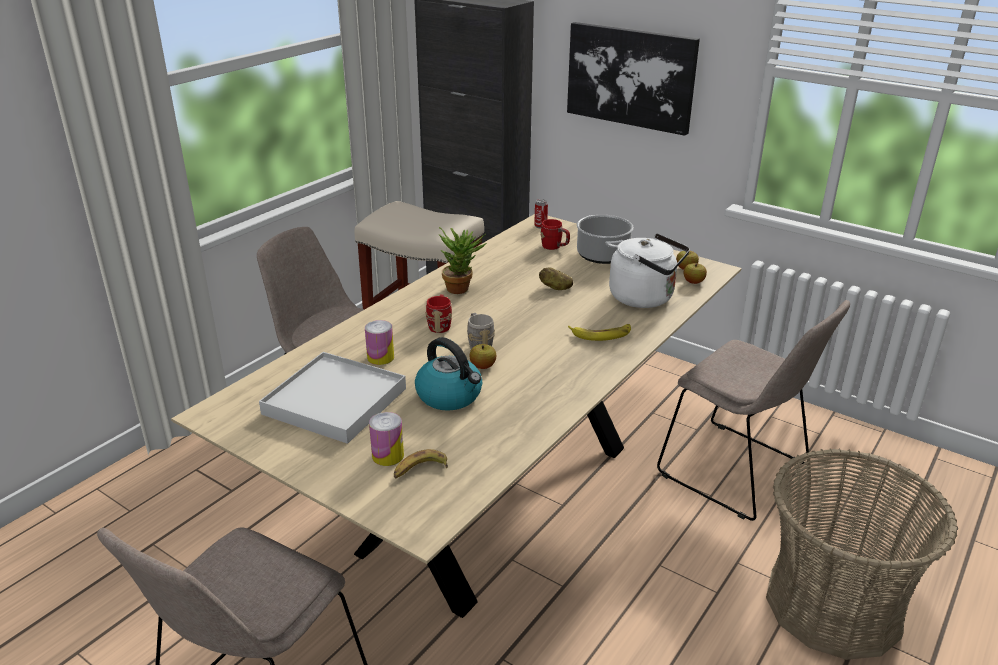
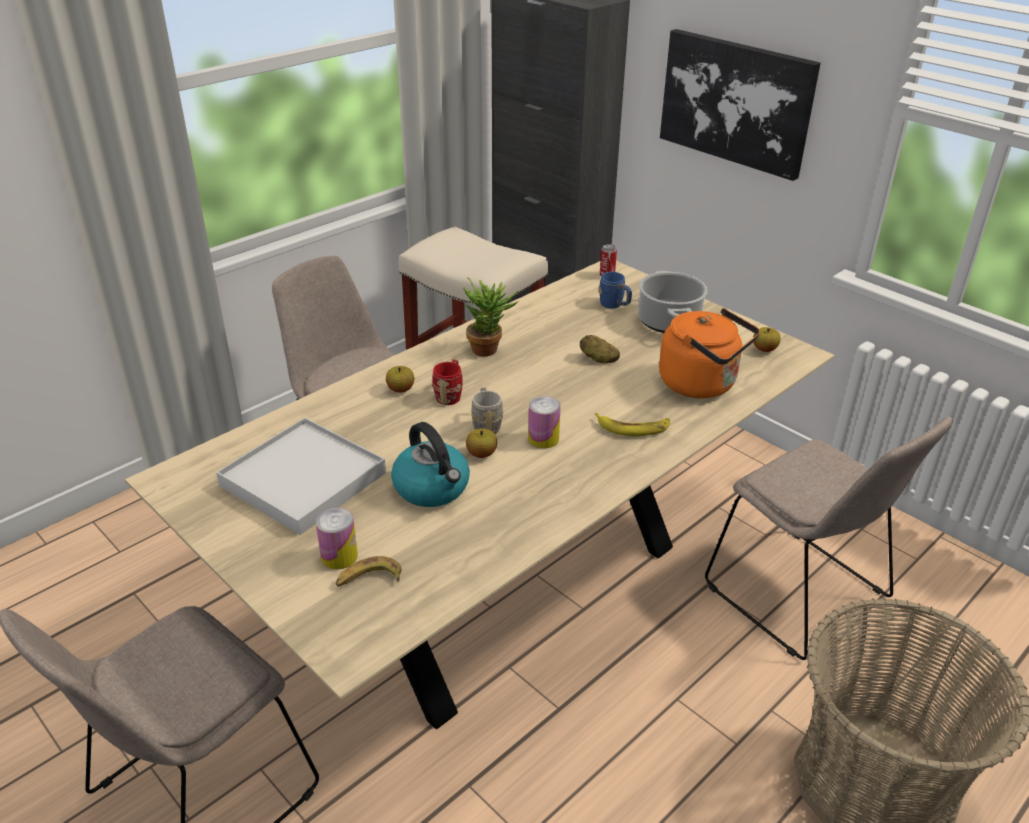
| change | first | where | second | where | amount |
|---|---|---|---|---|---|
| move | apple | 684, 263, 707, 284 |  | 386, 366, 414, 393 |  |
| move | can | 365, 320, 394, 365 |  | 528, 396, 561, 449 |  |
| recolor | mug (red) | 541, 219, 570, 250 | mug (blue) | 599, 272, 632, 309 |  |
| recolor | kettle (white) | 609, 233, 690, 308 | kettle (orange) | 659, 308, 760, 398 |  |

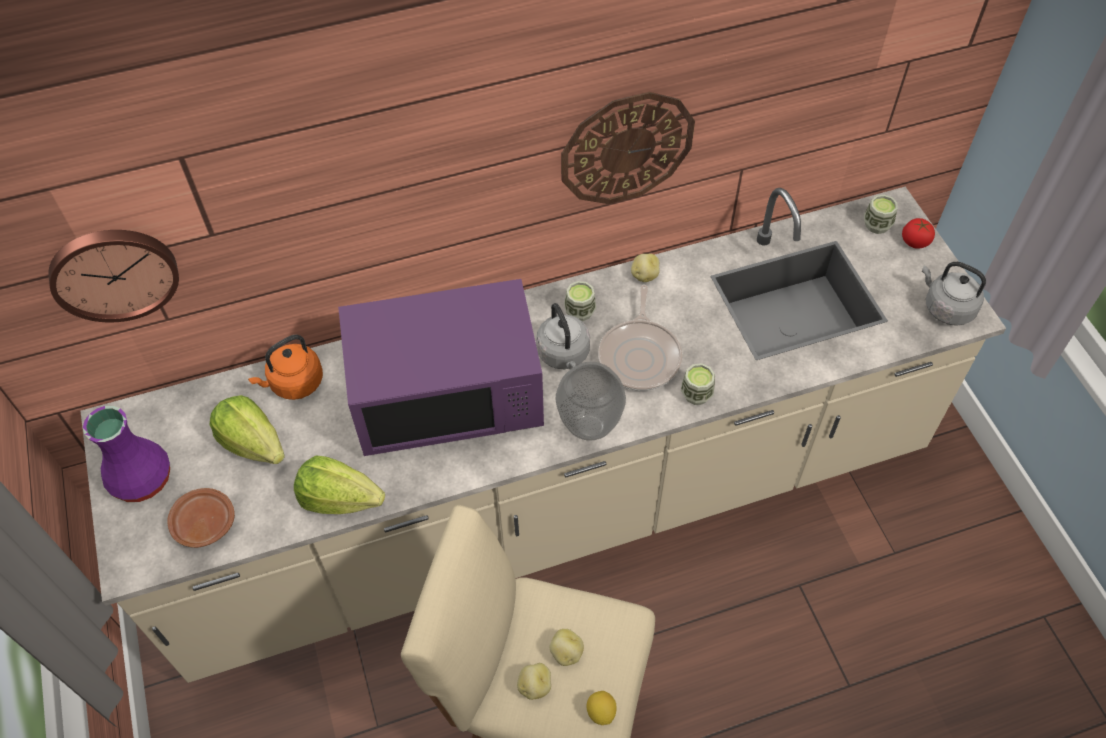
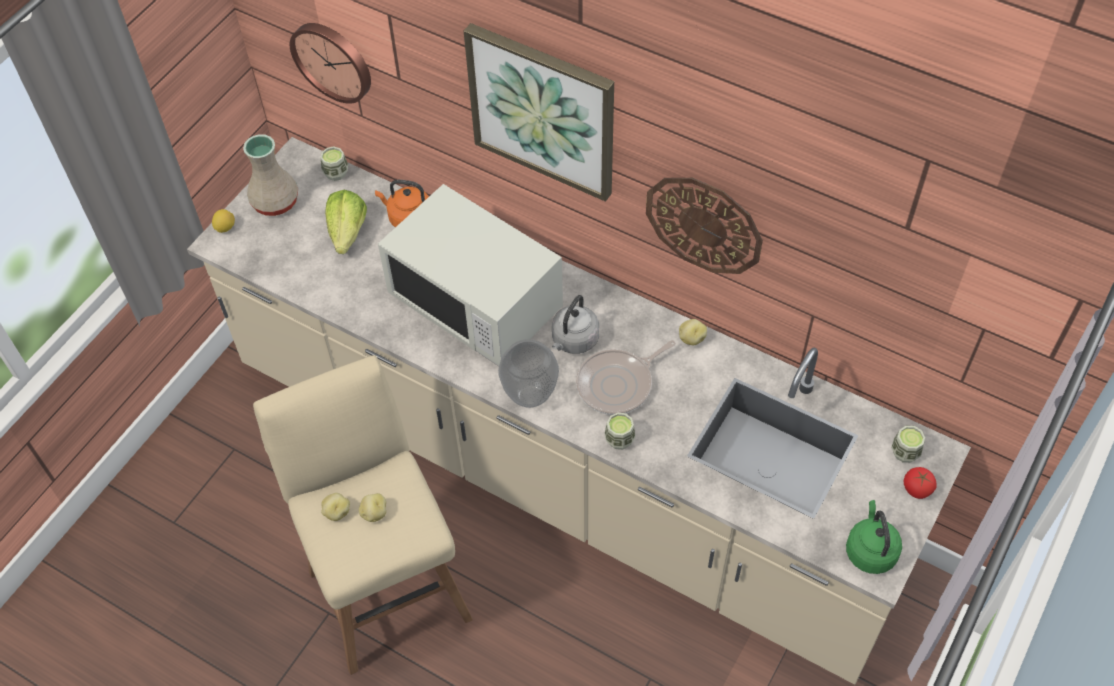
| change | first | where | second | where | amount |
|---|---|---|---|---|---|
| move | lemon | 586, 691, 616, 725 |  | 212, 209, 235, 233 |  |
| recolor | vase (purple) | 83, 406, 170, 502 | vase (beige) | 243, 134, 298, 216 |  |
| move | cup | 564, 281, 596, 322 |  | 320, 147, 348, 181 |  |
| recolor | microwave (purple) | 338, 279, 544, 456 | microwave (white) | 378, 184, 563, 366 |  |
| insert |  |  | picture | 464, 23, 614, 202 |  |
| recolor | kettle (grey) | 922, 262, 986, 326 | kettle (green) | 846, 500, 902, 574 |  |
| delete | plate (brown) | 167, 488, 235, 548 |  |  |  |
| delete | lettuce | 294, 455, 385, 514 |  |  |  |

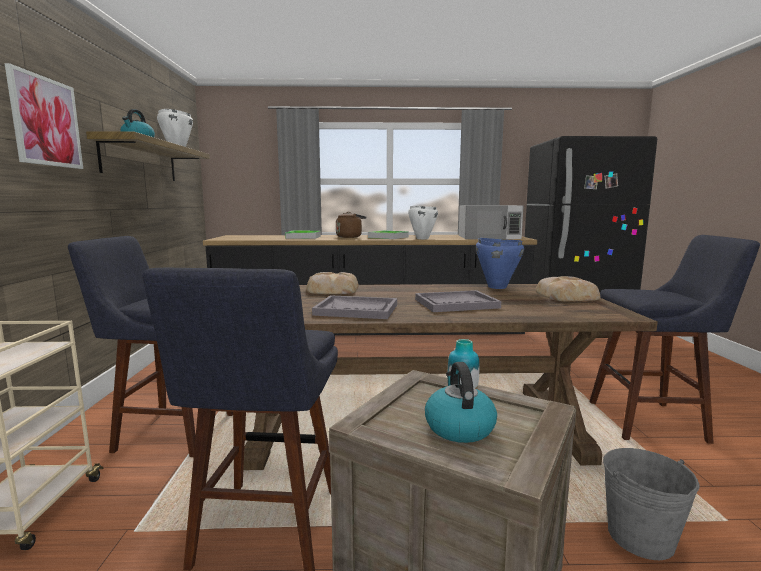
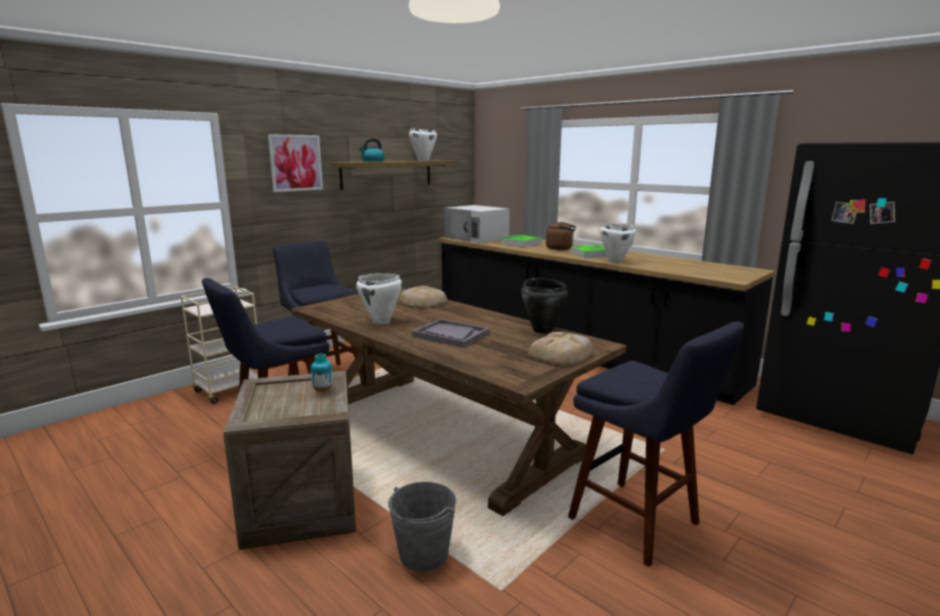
| change | first | where | second | where | amount |
|---|---|---|---|---|---|
| replace | tray (grey) | 312, 295, 397, 319 | cooking pot (white) | 356, 273, 402, 324 |  |
| move | microwave (white) | 459, 205, 524, 239 |  | 444, 205, 510, 243 |  |
| recolor | cooking pot (blue) | 476, 238, 524, 289 | cooking pot (black) | 521, 278, 568, 334 |  |
| delete | kettle | 425, 362, 497, 443 |  |  |  |

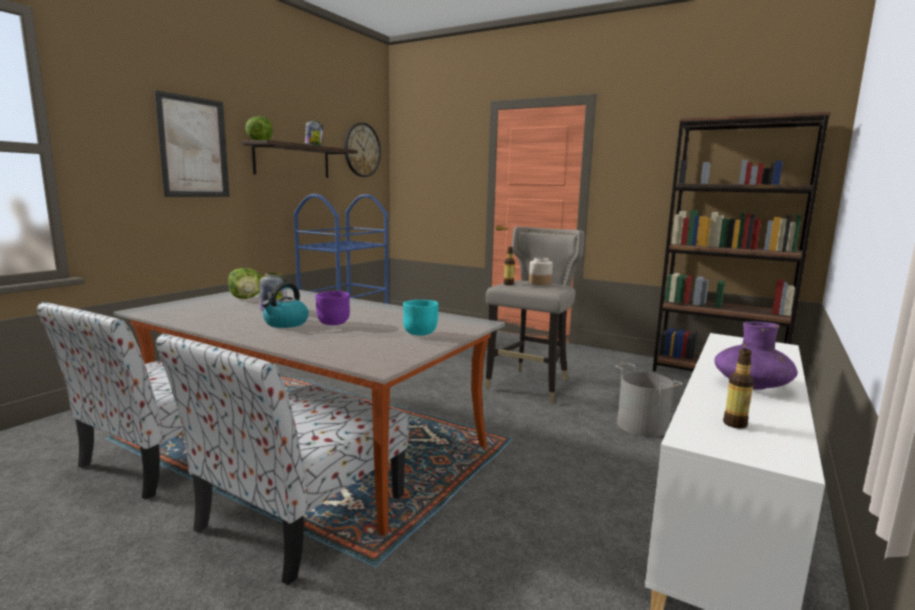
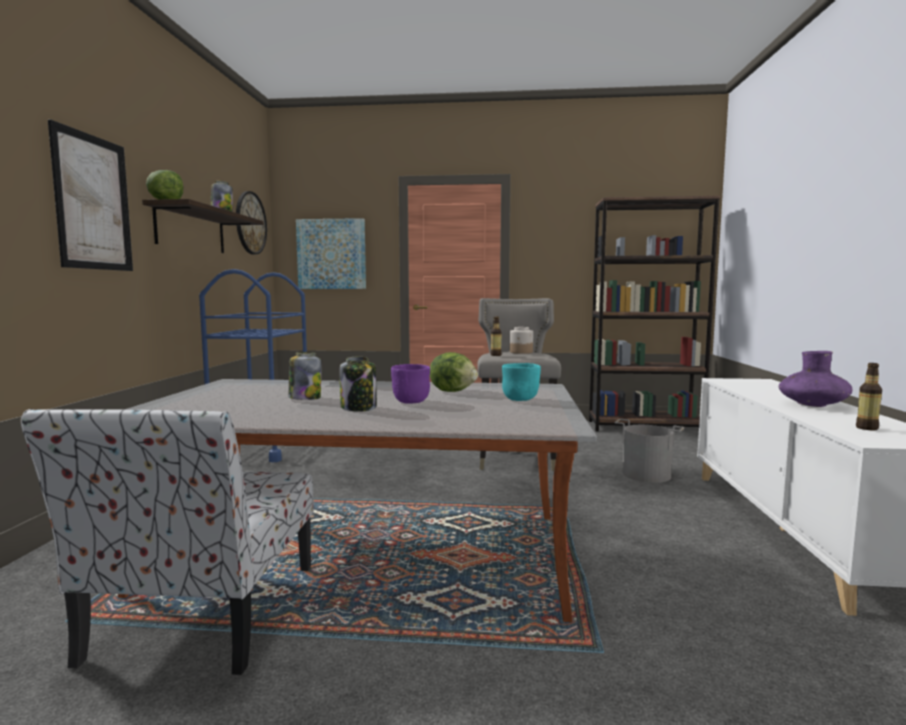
| change | first | where | second | where | amount |
|---|---|---|---|---|---|
| insert |  |  | picture | 296, 218, 366, 289 |  |
| replace | kettle | 262, 283, 309, 328 | jar | 340, 357, 377, 412 |  |
| move | lettuce | 228, 268, 262, 299 |  | 430, 352, 478, 392 |  |
| delete | chair | 156, 333, 409, 585 |  |  |  |

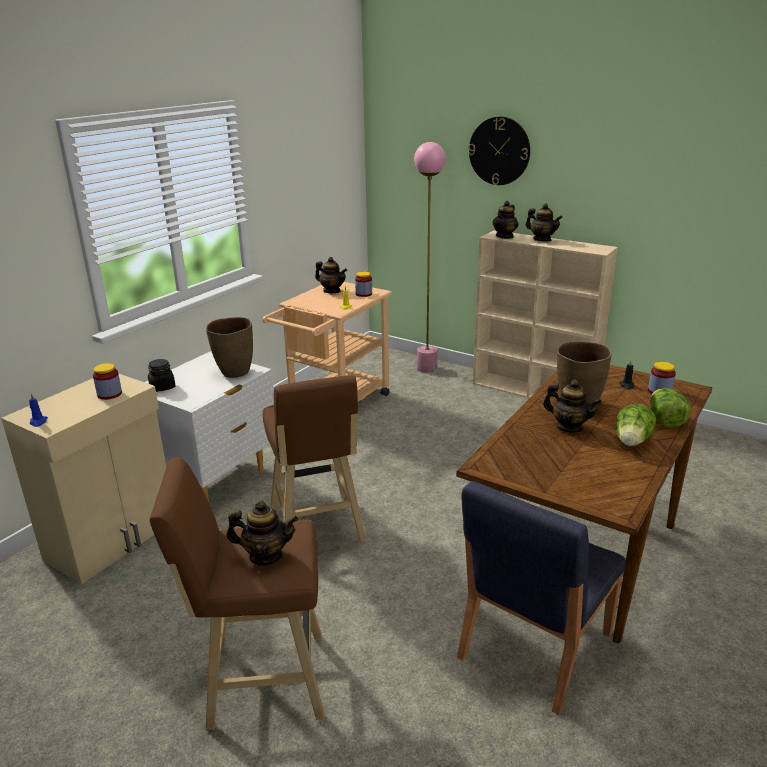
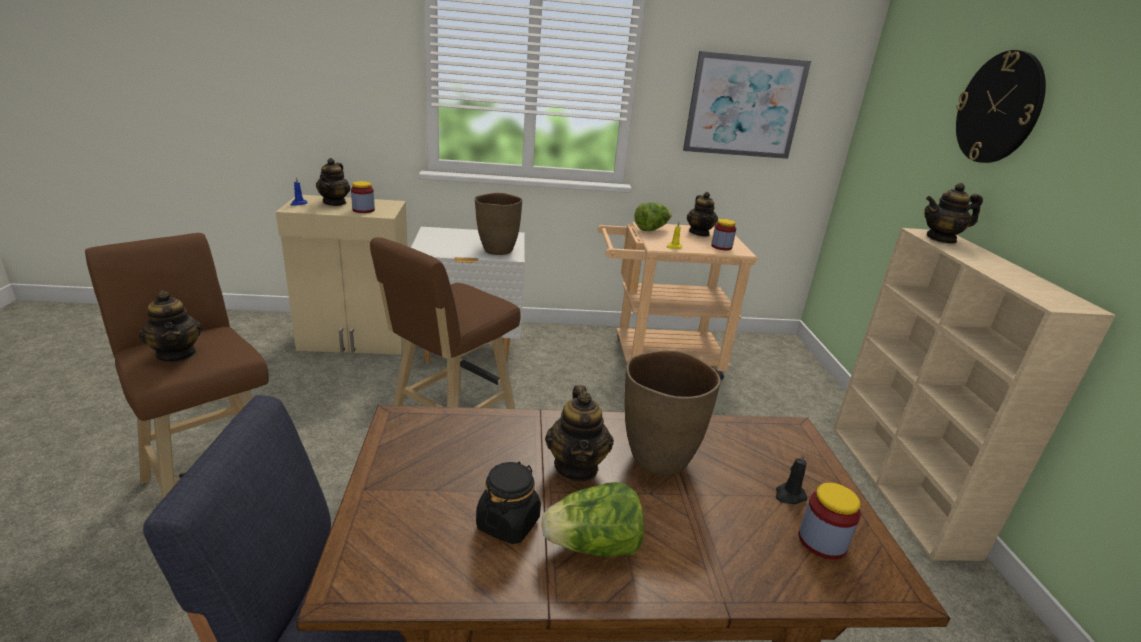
| change | first | where | second | where | amount |
|---|---|---|---|---|---|
| move | teapot | 526, 204, 563, 242 |  | 316, 158, 350, 206 |  |
| move | jar (black) | 148, 359, 176, 392 |  | 476, 462, 541, 544 |  |
| move | lettuce | 650, 388, 691, 428 |  | 634, 202, 671, 231 |  |
| insert |  |  | picture | 683, 51, 811, 159 |  |
| delete | floor lamp (pink) | 414, 142, 446, 373 |  |  |  |

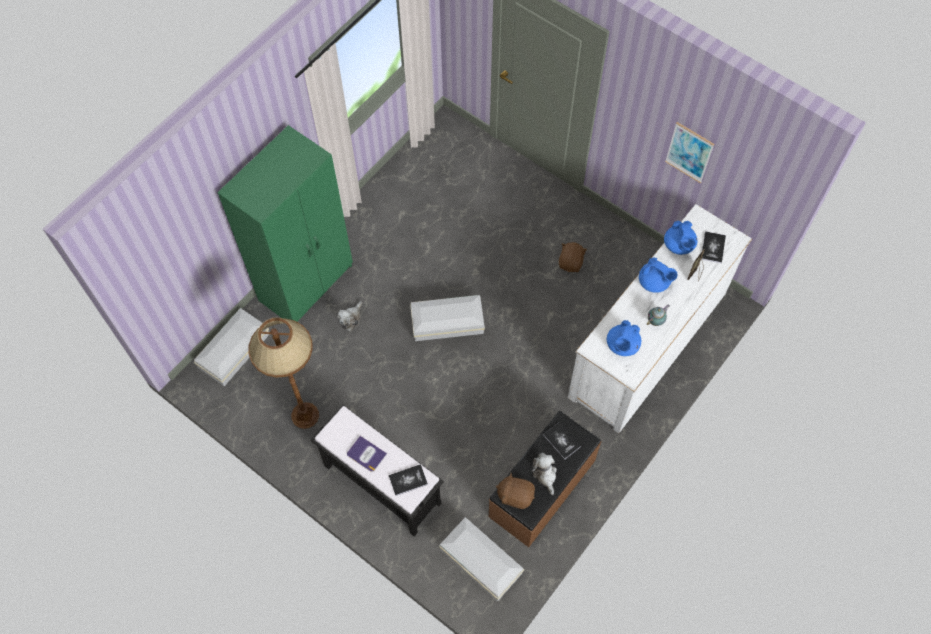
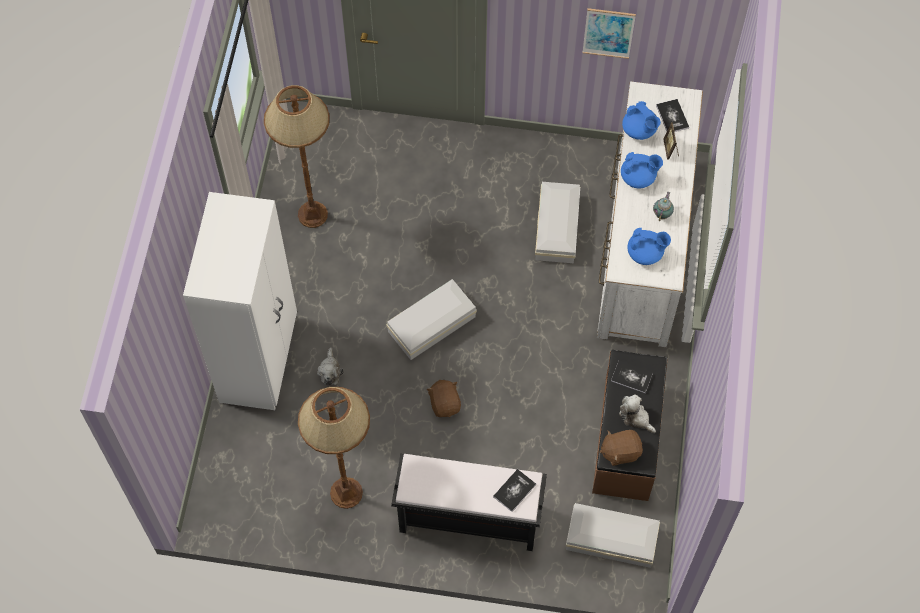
| change | first | where | second | where | amount |
|---|---|---|---|---|---|
| recolor | wardrobe (green) | 217, 125, 353, 322 | wardrobe (white) | 183, 192, 297, 410 |  |
| insert |  |  | floor lamp (brown) | 264, 85, 330, 228 |  |
| move | plush toy (brown) | 559, 242, 587, 272 |  | 426, 380, 461, 417 |  |
| move | storage box (white) | 194, 308, 270, 386 |  | 535, 182, 580, 263 |  |
| rotate | teapot (blue) | 607, 320, 641, 356 |  | 627, 228, 671, 265 | 75 degrees counterclockwise |
| delete | book | 347, 436, 387, 472 |  |  |  |

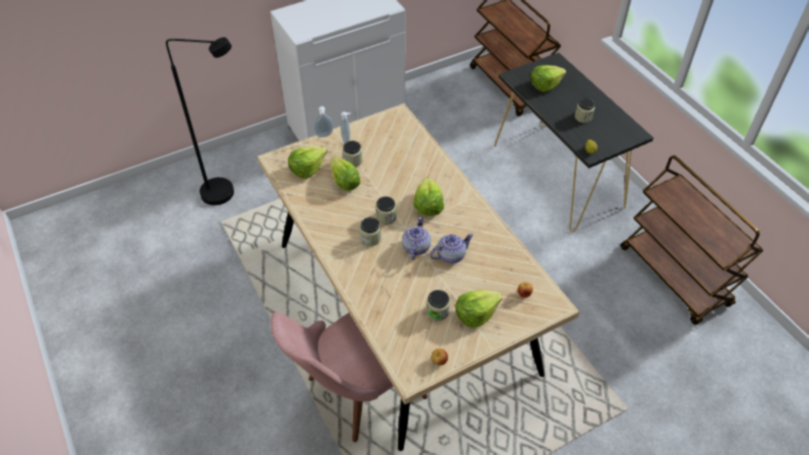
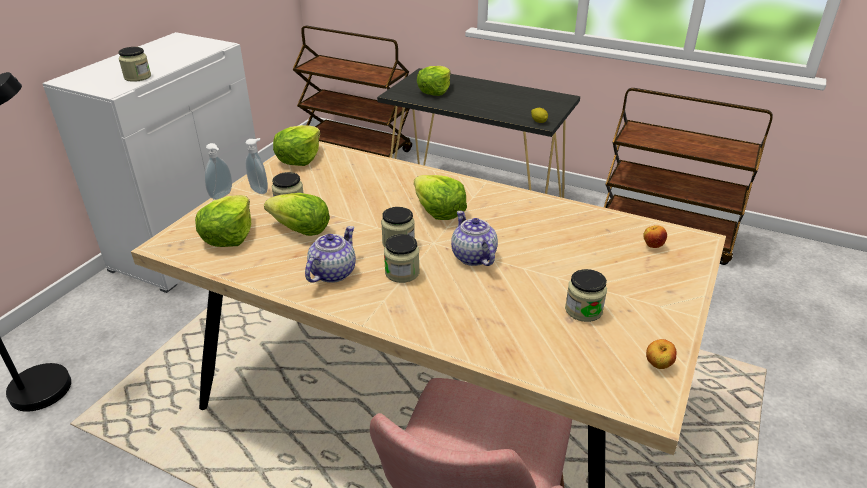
| change | first | where | second | where | amount |
|---|---|---|---|---|---|
| move | jar | 575, 98, 595, 123 |  | 118, 47, 151, 82 |  |
| move | lettuce | 455, 290, 502, 328 |  | 273, 125, 320, 166 |  |
| move | teapot | 430, 233, 474, 263 |  | 305, 226, 356, 283 |  |

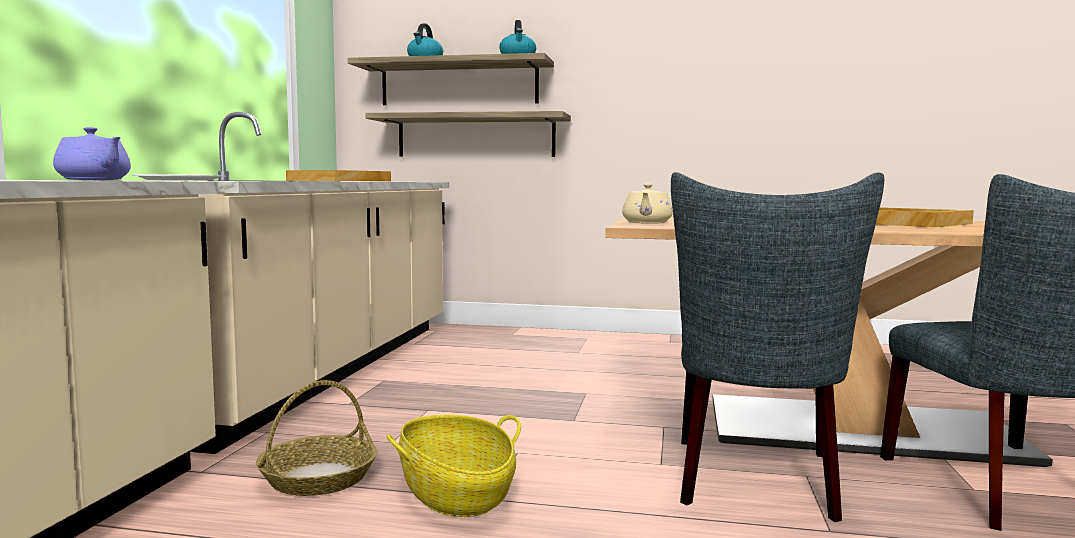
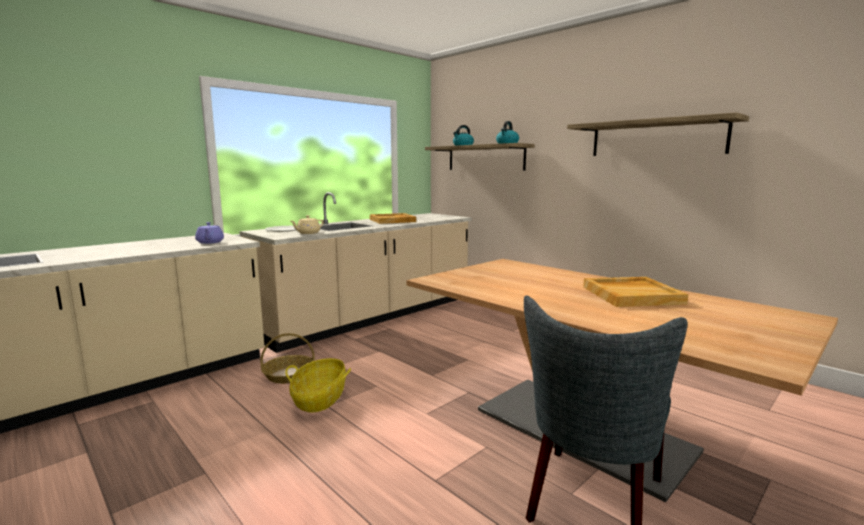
| change | first | where | second | where | amount |
|---|---|---|---|---|---|
| move | teapot (beige) | 622, 184, 673, 224 |  | 291, 215, 324, 234 |  |
| move | shelf | 366, 111, 571, 157 |  | 567, 112, 749, 156 |  |
| delete | chair (grey) | 671, 172, 884, 522 |  |  |  |

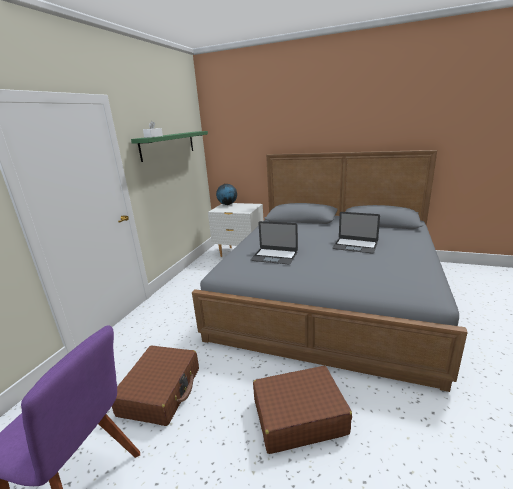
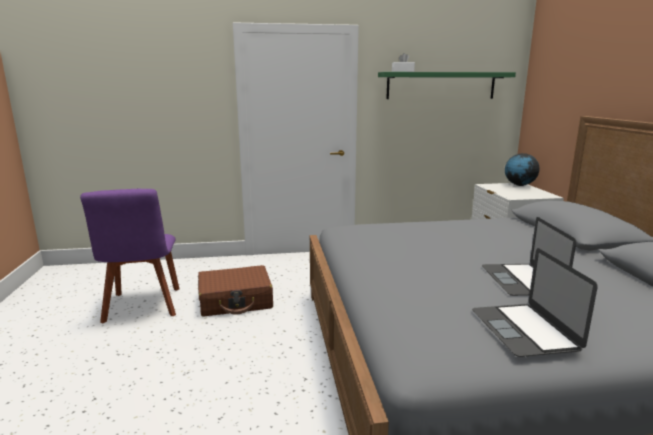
| change | first | where | second | where | amount |
|---|---|---|---|---|---|
| move | laptop | 250, 221, 298, 265 |  | 472, 248, 598, 357 |  |
| delete | suitcase (brown) | 253, 366, 352, 454 |  |  |  |

